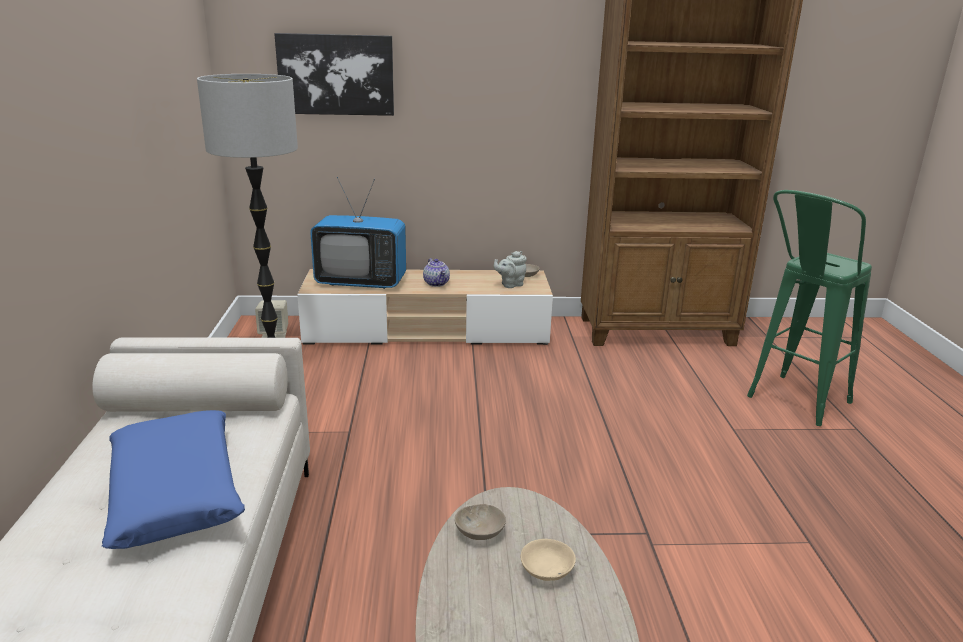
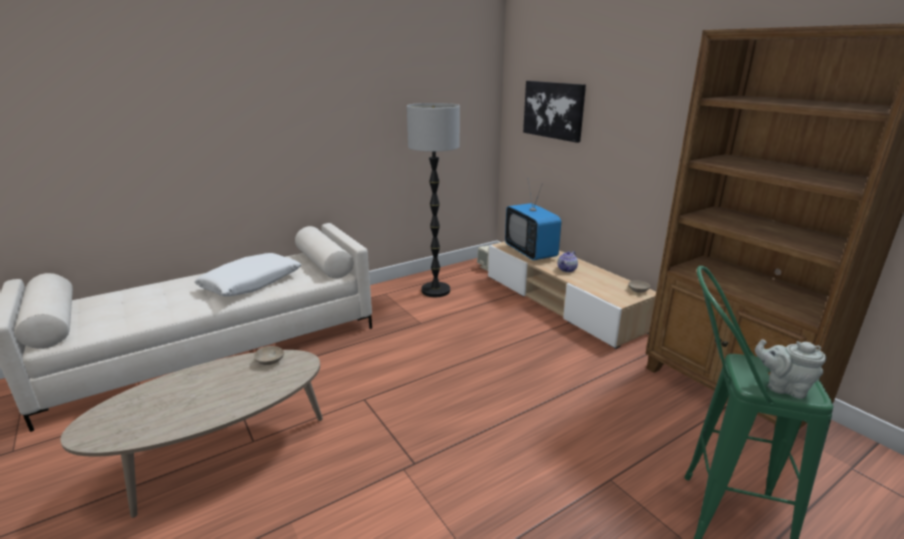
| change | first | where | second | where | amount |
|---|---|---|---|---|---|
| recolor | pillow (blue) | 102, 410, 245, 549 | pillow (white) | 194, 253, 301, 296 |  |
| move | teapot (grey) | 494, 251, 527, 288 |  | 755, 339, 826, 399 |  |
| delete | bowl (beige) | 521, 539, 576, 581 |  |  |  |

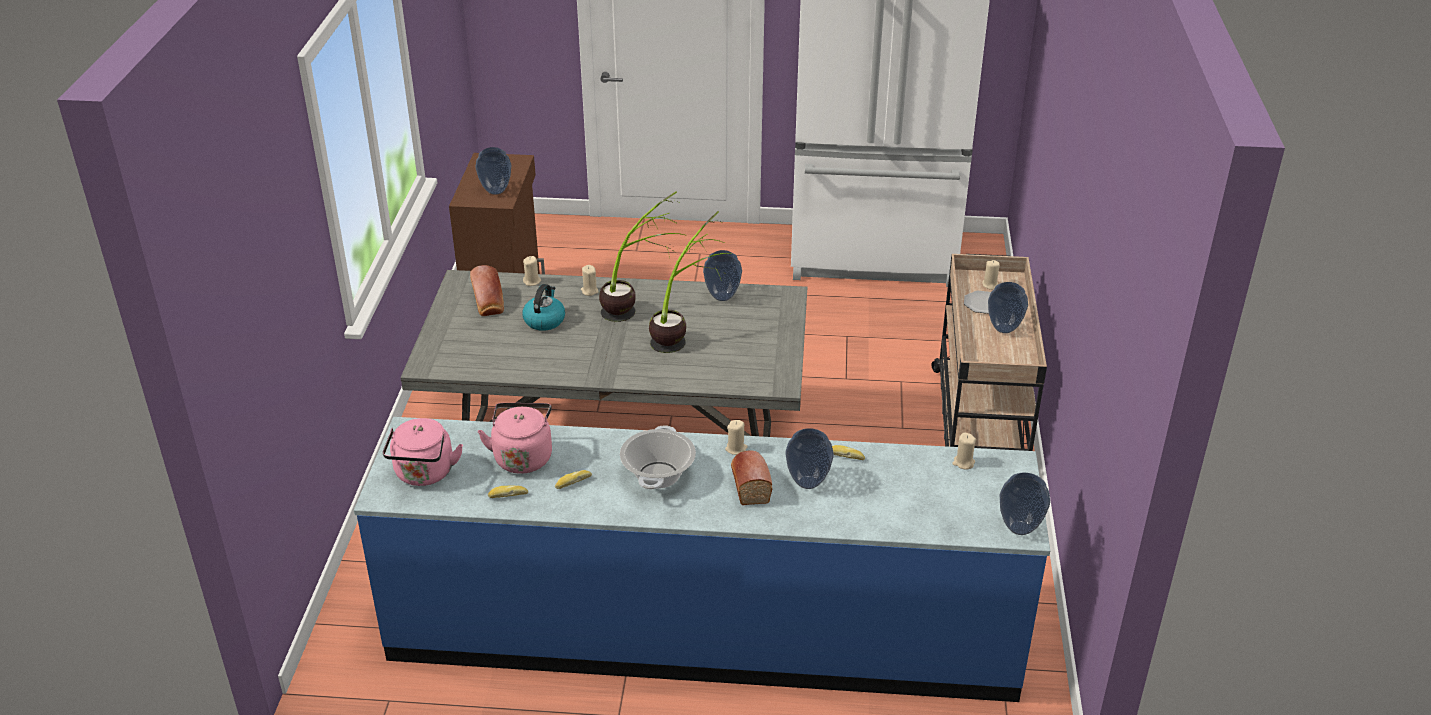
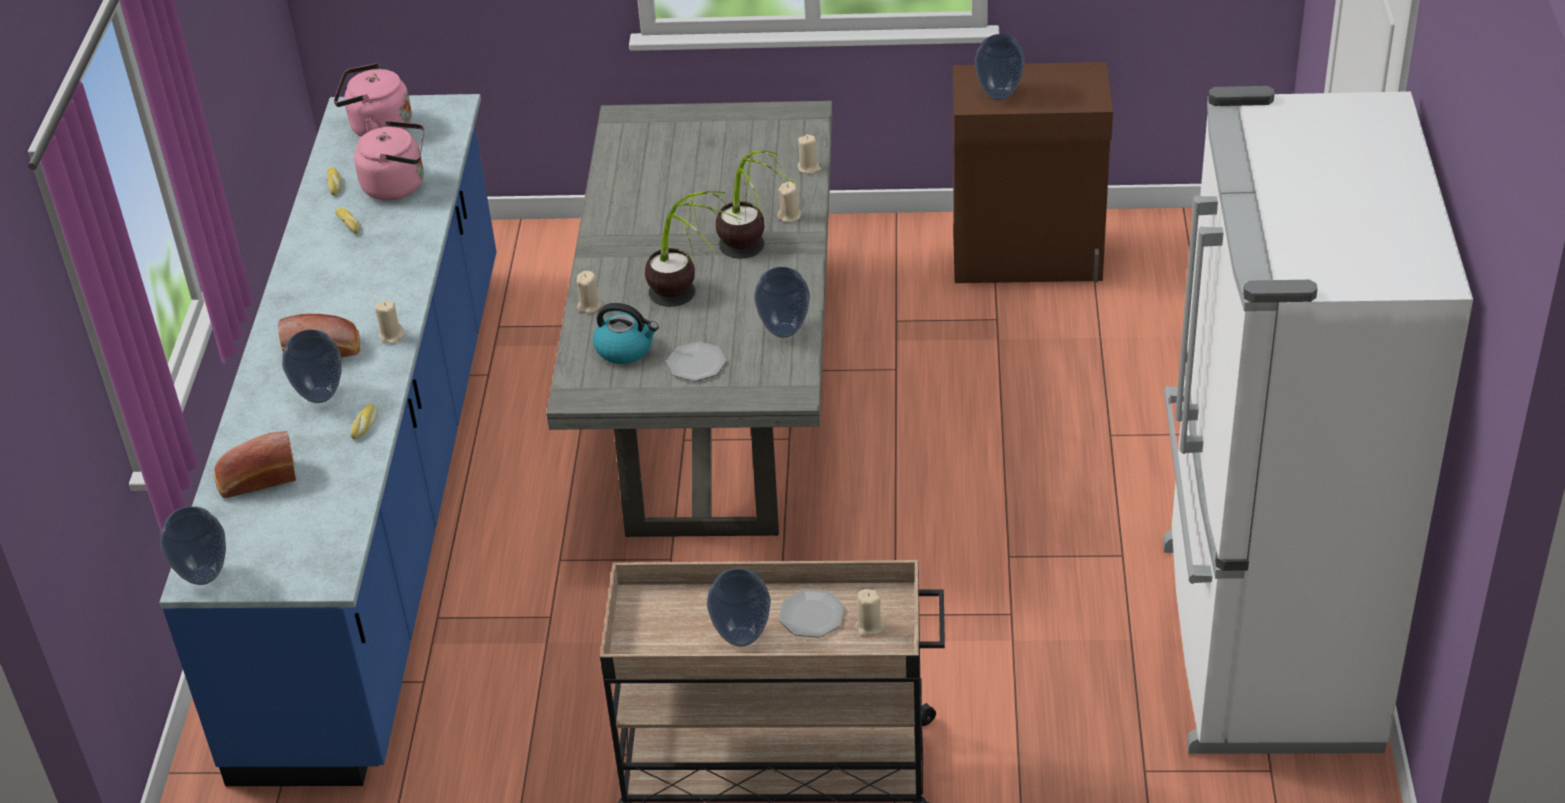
| change | first | where | second | where | amount |
|---|---|---|---|---|---|
| move | bread | 470, 265, 504, 316 |  | 214, 431, 296, 498 |  |
| move | candle (beige) | 953, 433, 976, 469 |  | 577, 271, 601, 313 |  |
| move | kettle | 522, 284, 565, 331 |  | 593, 303, 659, 364 |  |
| insert |  |  | plate | 666, 342, 727, 381 |  |
| delete | cooking pot | 620, 425, 696, 489 |  |  |  |

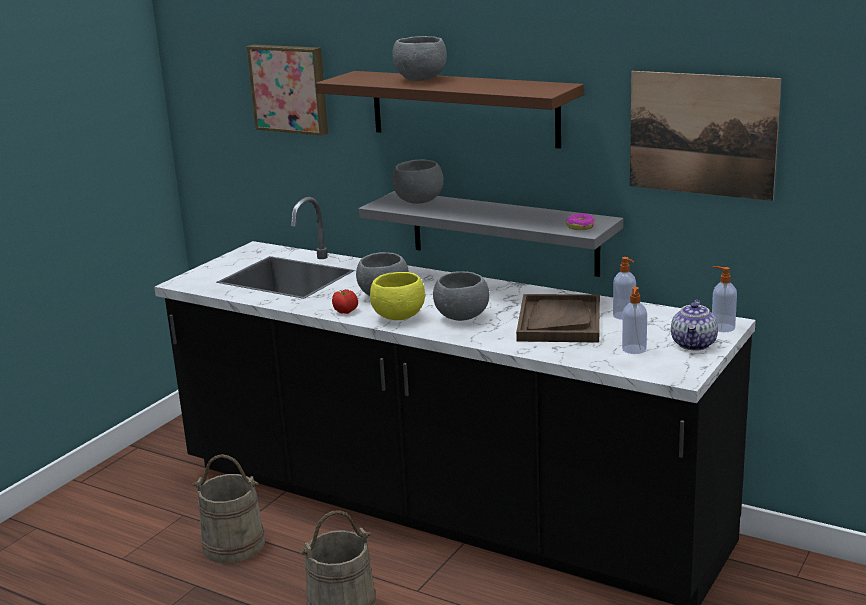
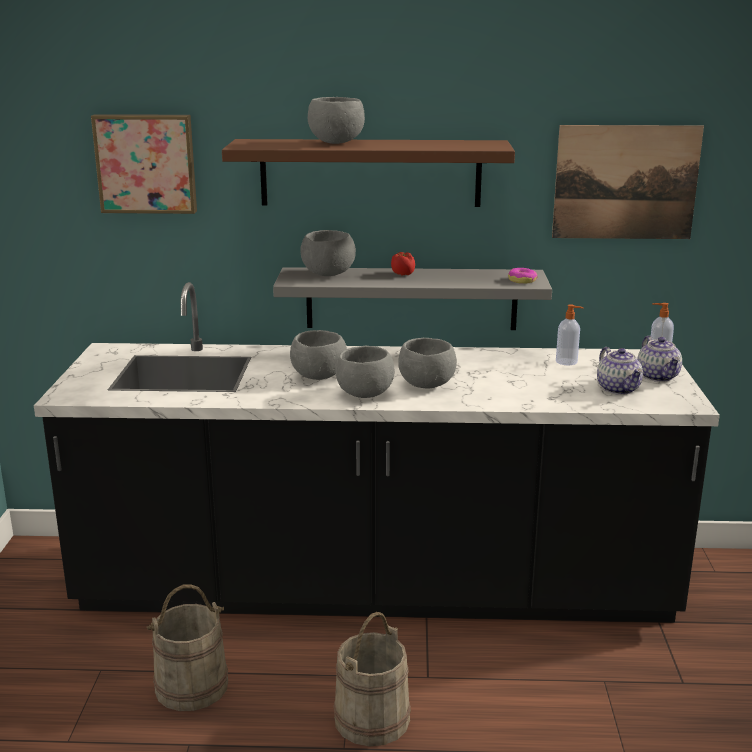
| change | first | where | second | where | amount |
|---|---|---|---|---|---|
| recolor | bowl (yellow) | 370, 272, 425, 320 | bowl (grey) | 335, 346, 394, 398 |  |
| move | tomato | 332, 289, 358, 314 |  | 391, 252, 415, 276 |  |
| replace | soap dispenser | 622, 287, 647, 354 | teapot | 597, 347, 643, 395 |  |
| delete | tray (brown) | 516, 294, 600, 342 |  |  |  |

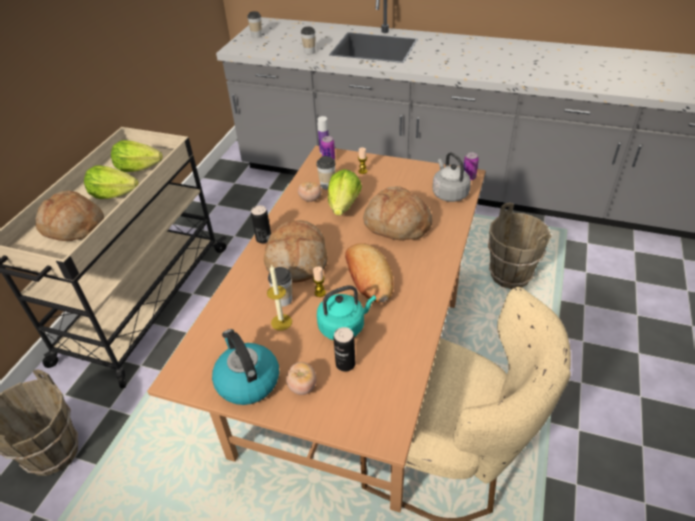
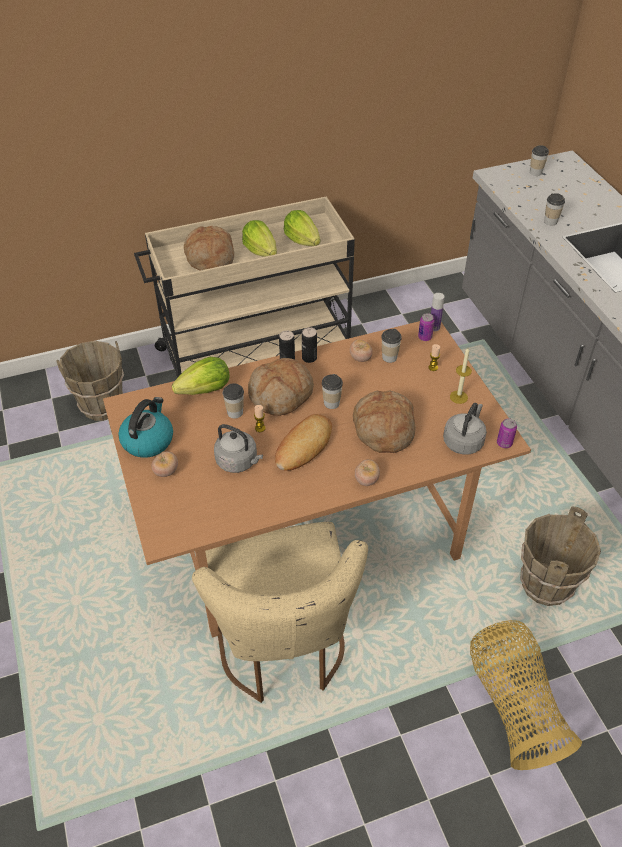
| change | first | where | second | where | amount |
|---|---|---|---|---|---|
| move | lettuce | 328, 169, 362, 216 |  | 172, 357, 230, 395 |  |
| recolor | kettle (turquoise) | 317, 285, 376, 340 | kettle (grey) | 214, 424, 263, 473 |  |
| move | can | 333, 327, 355, 372 |  | 302, 327, 317, 363 |  |
| insert |  |  | cup | 322, 374, 343, 409 |  |
| insert |  |  | tomato | 355, 459, 380, 486 |  |
| move | candle | 267, 264, 292, 331 |  | 450, 348, 472, 404 |  |
| insert |  |  | basket | 470, 620, 582, 770 |  |

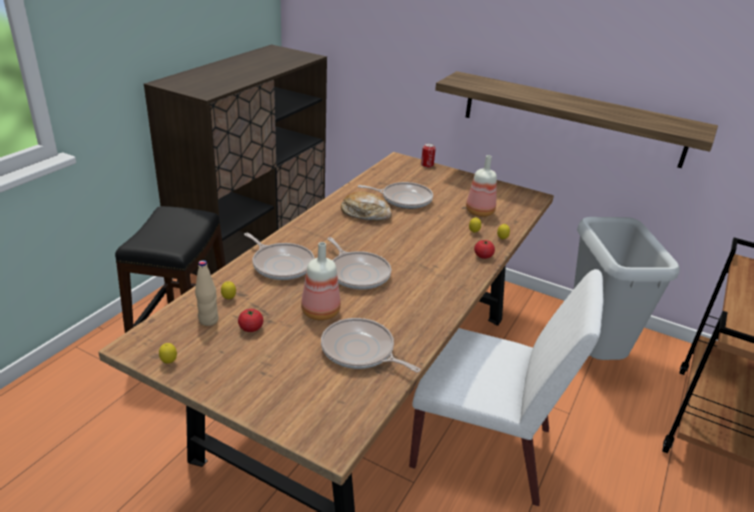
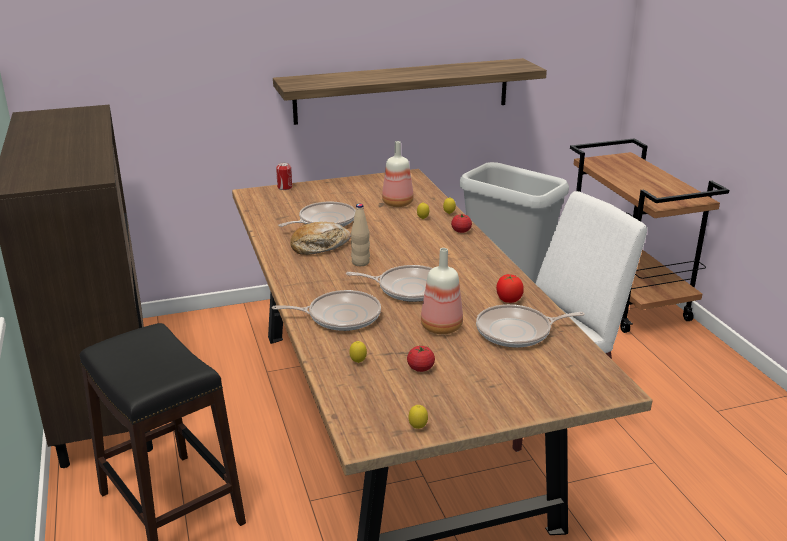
| change | first | where | second | where | amount |
|---|---|---|---|---|---|
| move | bottle (beige) | 195, 260, 219, 326 |  | 351, 204, 370, 266 |  |
| insert |  |  | tomato | 496, 274, 524, 303 |  |

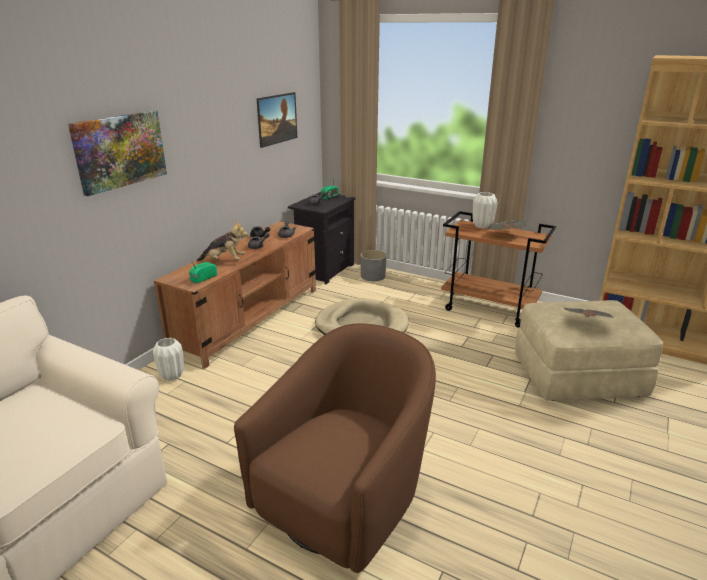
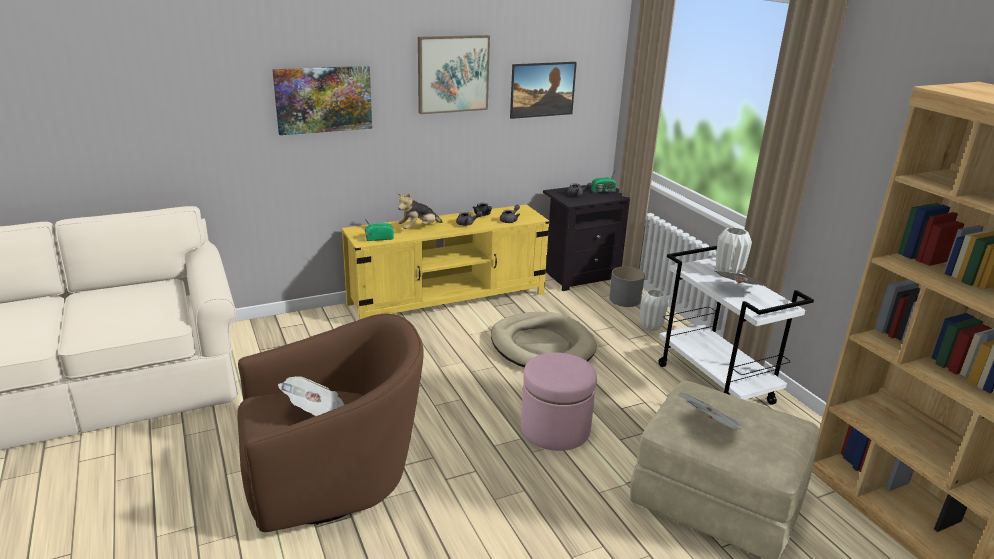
| change | first | where | second | where | amount |
|---|---|---|---|---|---|
| insert |  |  | newspaper | 278, 376, 345, 416 |  |
| recolor | tv stand (brown) | 154, 221, 316, 369 | tv stand (yellow) | 342, 204, 549, 320 |  |
| rotate | plush toy | 197, 222, 248, 262 |  | 397, 193, 443, 229 | 105 degrees clockwise |
| insert |  |  | picture | 418, 35, 490, 114 |  |
| insert |  |  | ottoman (pink) | 521, 353, 597, 451 |  |
| move | vase (white) | 153, 338, 184, 381 |  | 640, 289, 668, 331 |  |
| recolor | cart (brown) | 441, 211, 556, 328 | cart (white) | 658, 246, 814, 405 |  |

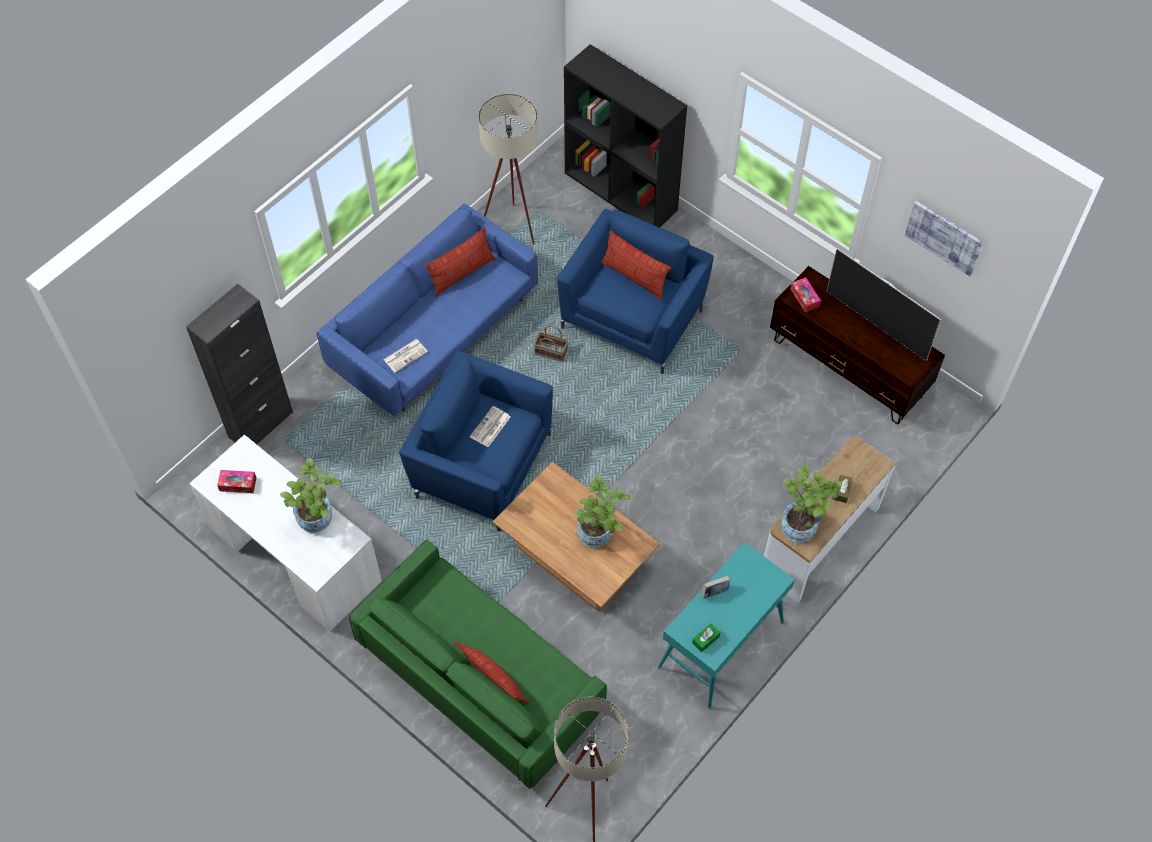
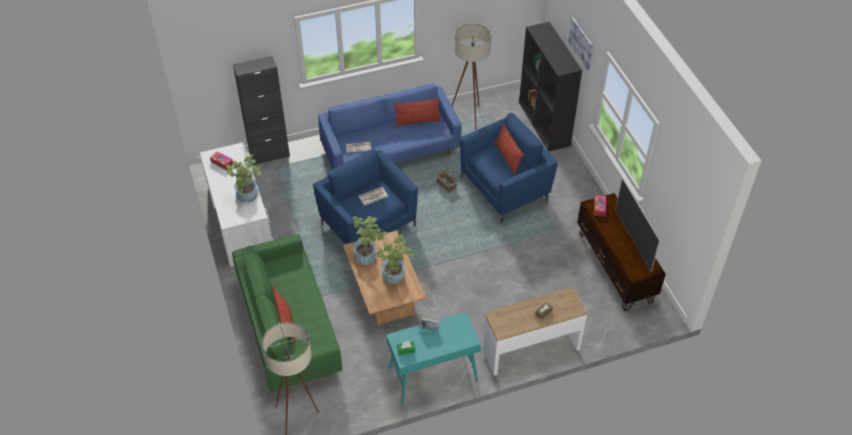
| change | first | where | second | where | amount |
|---|---|---|---|---|---|
| move | potted plant | 781, 465, 841, 542 |  | 353, 216, 387, 265 |  |
| move | picture | 905, 201, 984, 276 |  | 568, 17, 593, 70 |  |

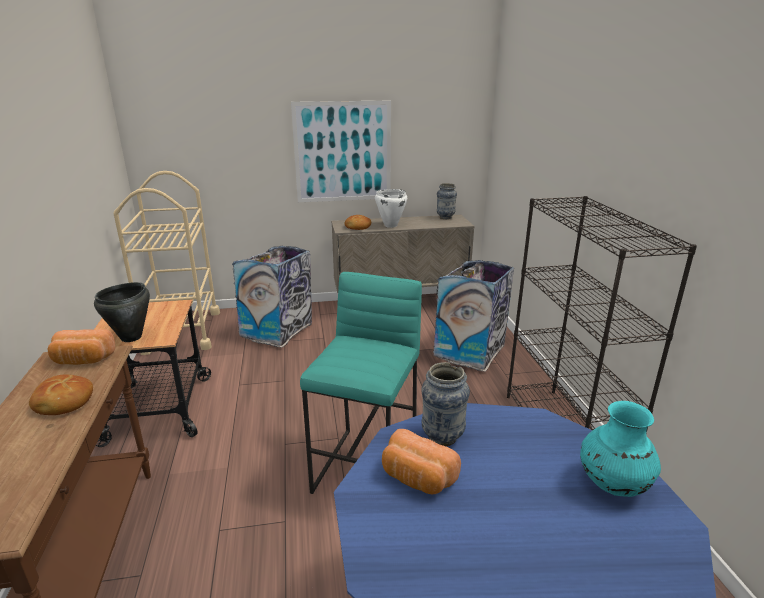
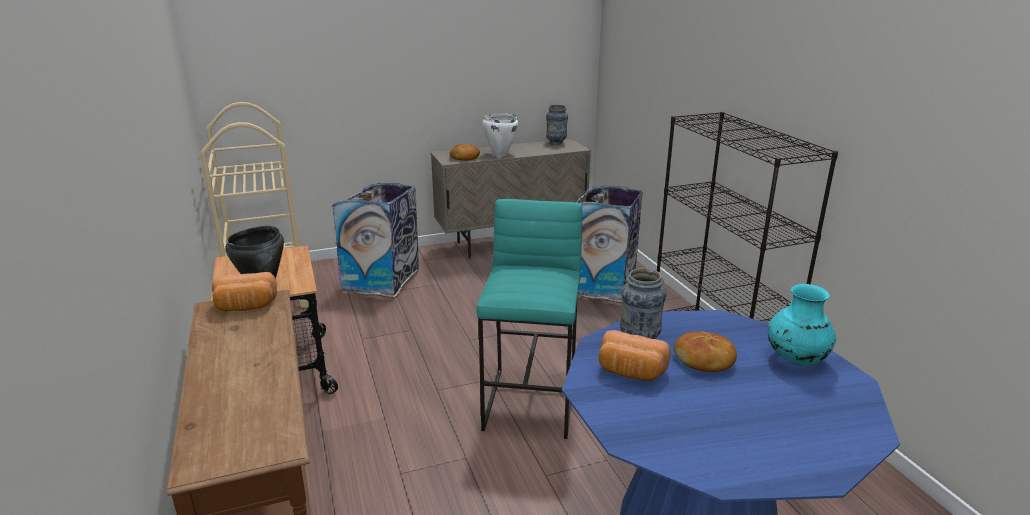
| change | first | where | second | where | amount |
|---|---|---|---|---|---|
| move | bread | 29, 375, 93, 415 |  | 674, 331, 737, 372 |  |
| delete | picture | 291, 101, 391, 202 |  |  |  |

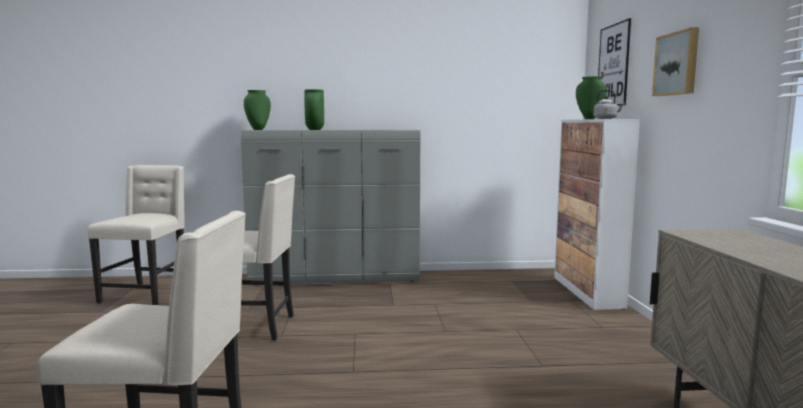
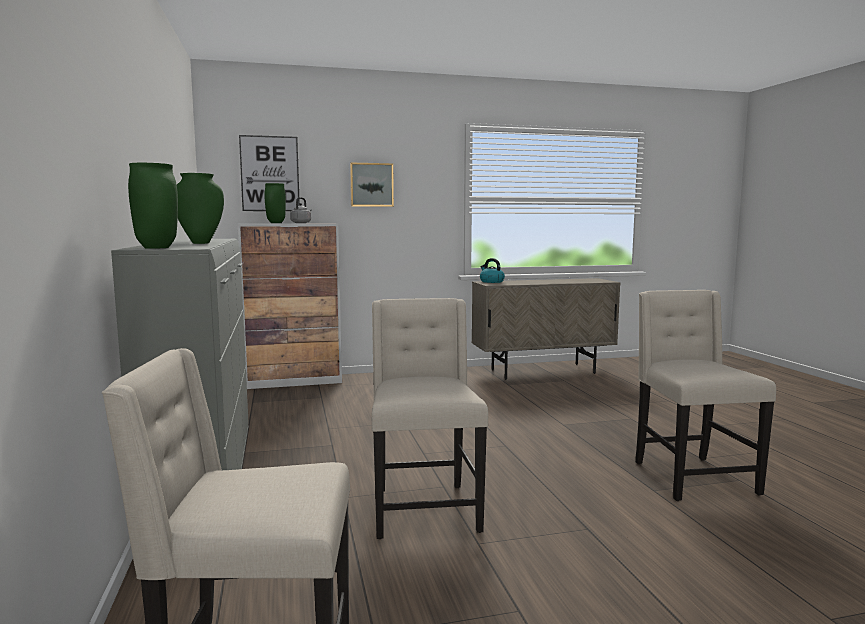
| change | first | where | second | where | amount |
|---|---|---|---|---|---|
| insert |  |  | kettle | 480, 258, 505, 283 |  |

